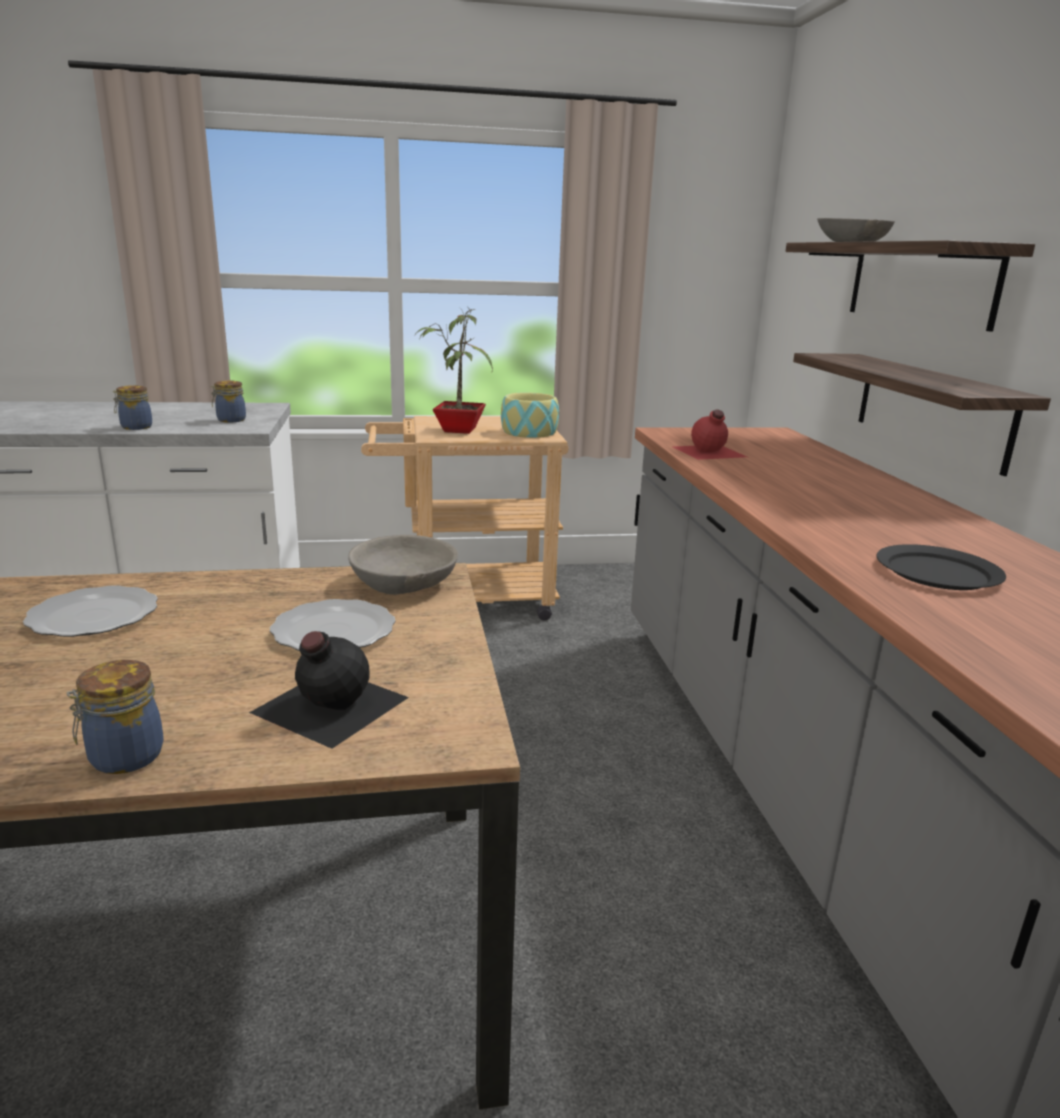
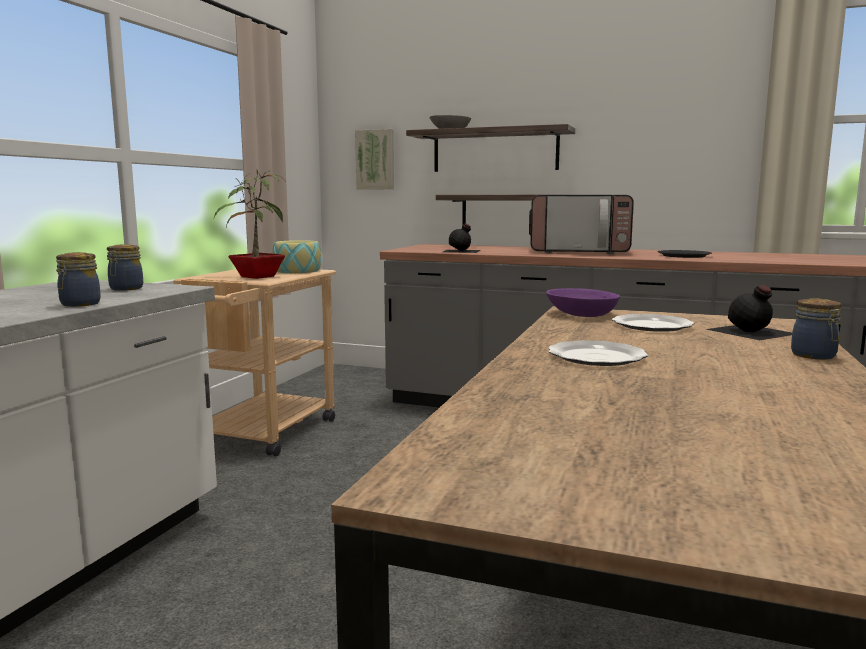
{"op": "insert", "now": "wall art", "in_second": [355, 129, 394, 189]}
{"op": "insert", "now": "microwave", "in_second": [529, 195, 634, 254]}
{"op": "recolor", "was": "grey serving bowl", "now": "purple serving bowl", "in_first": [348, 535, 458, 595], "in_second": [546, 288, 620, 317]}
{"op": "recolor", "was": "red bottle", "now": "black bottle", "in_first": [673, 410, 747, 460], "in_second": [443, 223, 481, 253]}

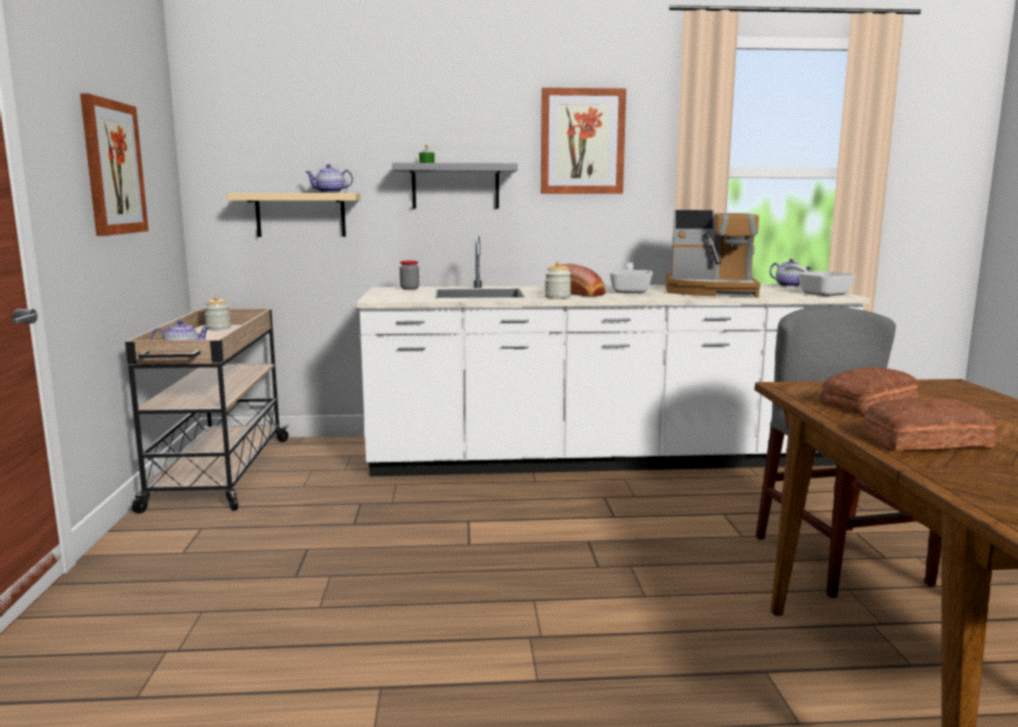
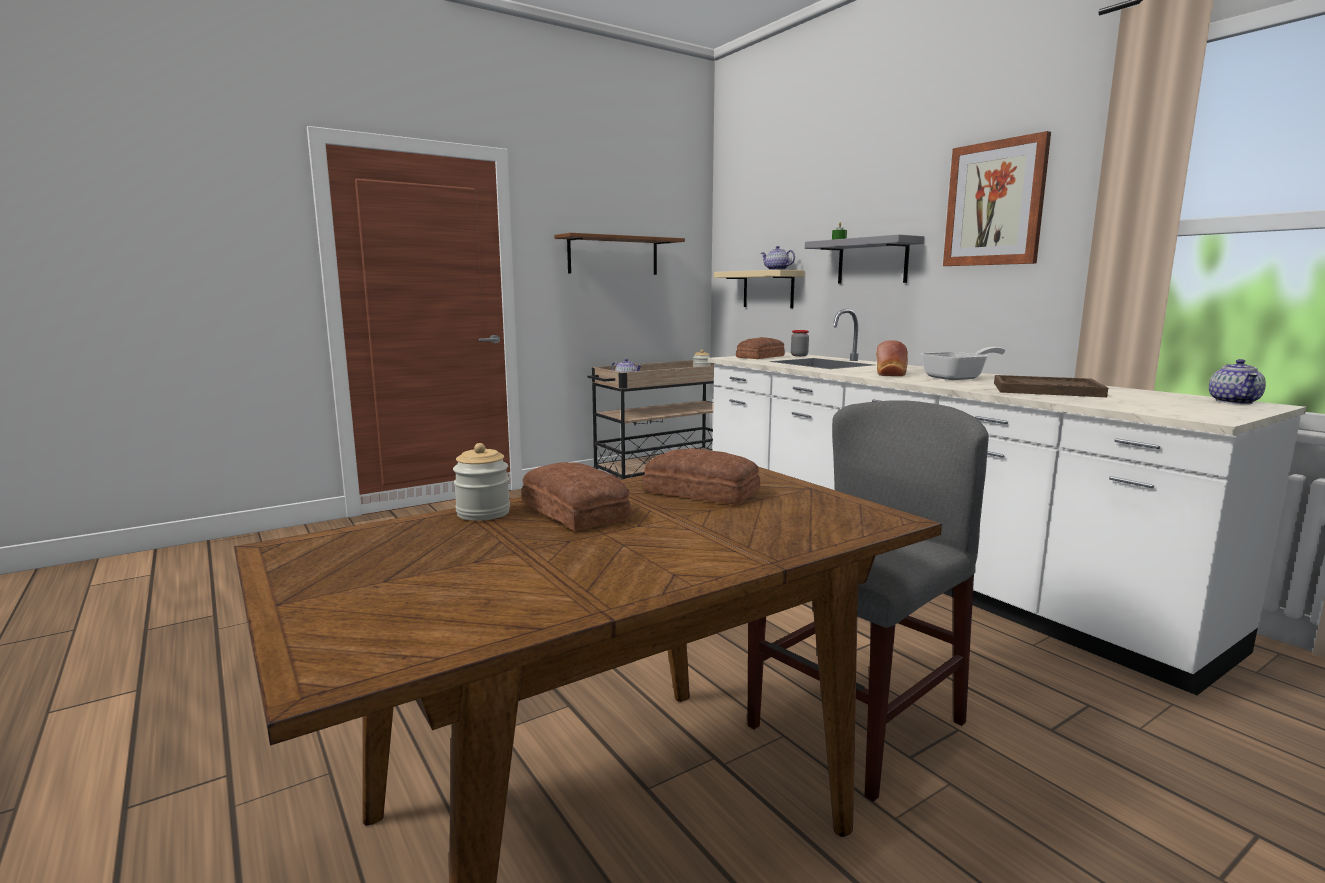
{"op": "delete", "was": "pan", "in_first": [784, 265, 856, 296]}
{"op": "insert", "now": "bakery bread", "in_second": [736, 337, 785, 359]}
{"op": "move", "was": "preserve jar", "in_first": [545, 261, 571, 299], "in_second": [453, 443, 510, 521]}
{"op": "replace", "was": "wall art", "now": "brownish wall shelf", "in_first": [80, 93, 149, 236], "in_second": [554, 233, 685, 275]}
{"op": "replace", "was": "coffee machine", "now": "brownish tray", "in_first": [666, 210, 761, 298], "in_second": [994, 375, 1108, 397]}

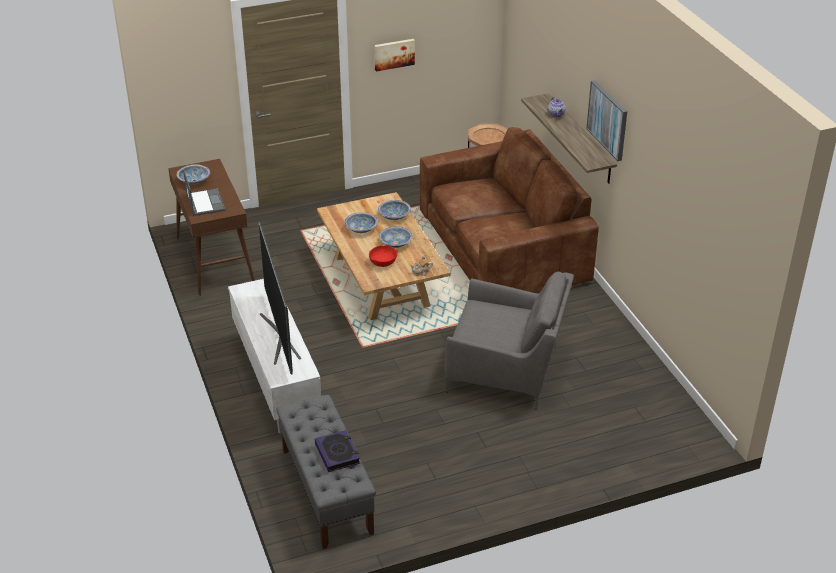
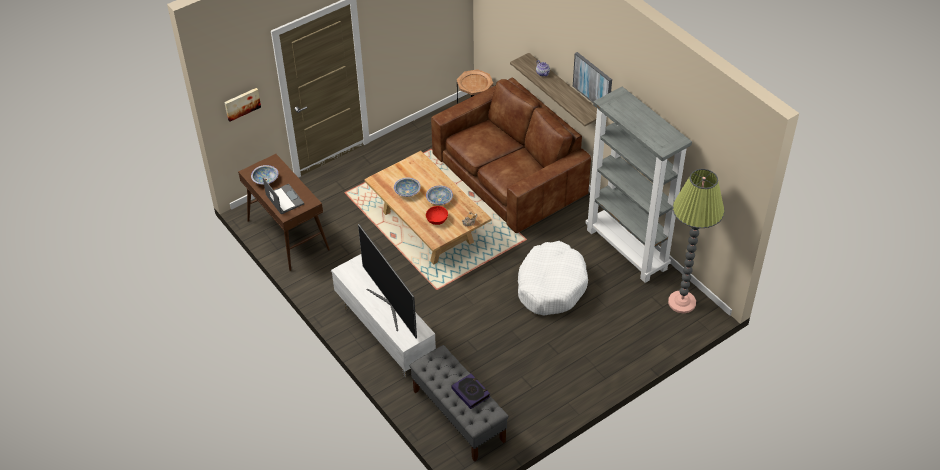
{"op": "delete", "was": "serving bowl", "in_first": [378, 200, 411, 220]}
{"op": "insert", "now": "grey bookshelf", "in_second": [586, 87, 692, 283]}
{"op": "insert", "now": "standard lamp", "in_second": [668, 169, 724, 313]}
{"op": "move", "was": "wall art", "in_first": [374, 39, 415, 71], "in_second": [224, 88, 261, 122]}
{"op": "replace", "was": "grey easy chair", "now": "white-coloured dog cushion", "in_first": [445, 272, 574, 409], "in_second": [518, 241, 588, 315]}

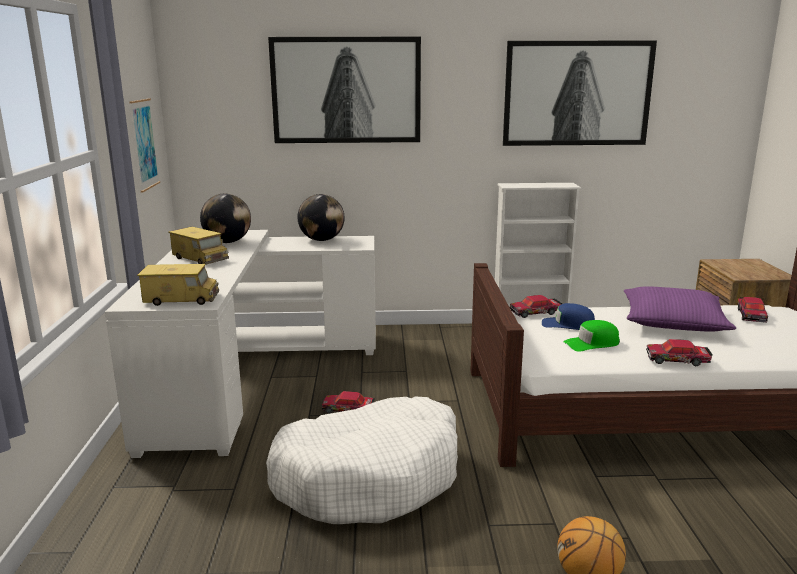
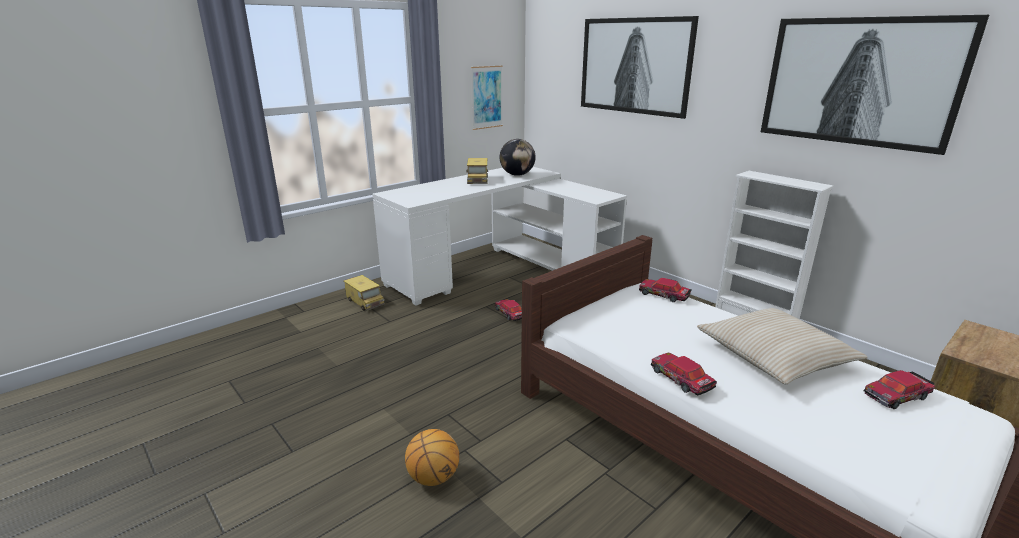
{"op": "delete", "was": "white-coloured dog cushion", "in_first": [266, 396, 458, 524]}
{"op": "delete", "was": "globe", "in_first": [298, 194, 344, 241]}
{"op": "delete", "was": "bluish peaked cap", "in_first": [542, 303, 595, 330]}
{"op": "delete", "was": "green peaked cap", "in_first": [563, 320, 620, 352]}
{"op": "move", "was": "toy lorry", "in_first": [137, 264, 219, 306], "in_second": [344, 275, 385, 311]}
{"op": "recolor", "was": "purple pillow", "now": "beige pillow", "in_first": [624, 286, 736, 332], "in_second": [697, 308, 868, 384]}

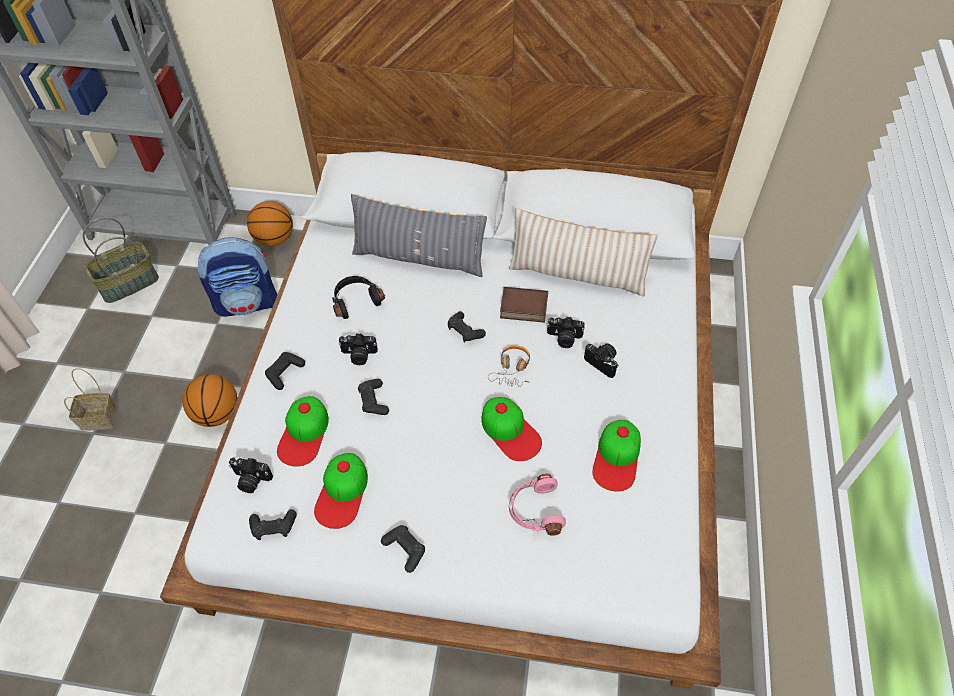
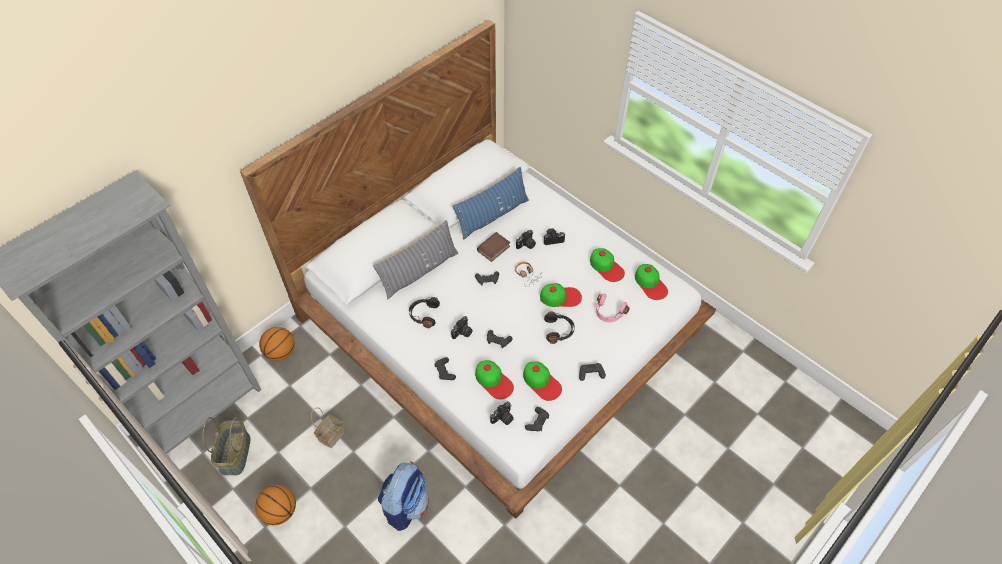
{"op": "insert", "now": "black headphones", "in_second": [544, 311, 575, 344]}
{"op": "insert", "now": "peaked cap", "in_second": [635, 264, 668, 300]}
{"op": "move", "was": "household basket", "in_first": [64, 368, 117, 431], "in_second": [311, 407, 345, 448]}
{"op": "move", "was": "basketball ball", "in_first": [182, 374, 238, 427], "in_second": [255, 485, 296, 525]}
{"op": "move", "was": "knapsack", "in_first": [198, 237, 277, 317], "in_second": [378, 462, 429, 531]}
{"op": "recolor", "was": "beige pillow", "now": "bluish pillow", "in_first": [509, 208, 658, 296], "in_second": [452, 167, 529, 240]}

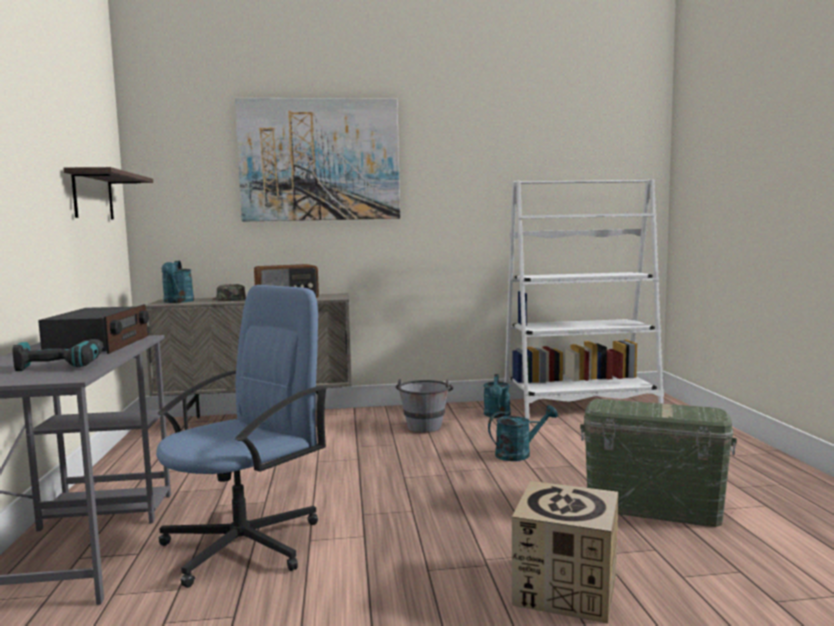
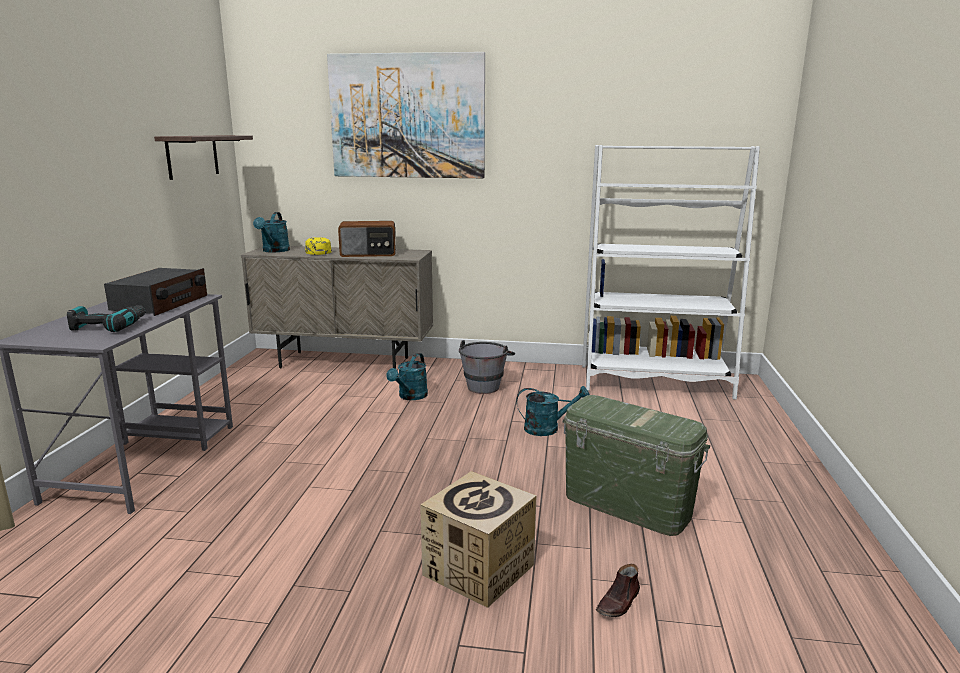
{"op": "delete", "was": "bluish computer chair", "in_first": [156, 285, 327, 588]}
{"op": "insert", "now": "brownish low shoe", "in_second": [596, 564, 640, 617]}
{"op": "move", "was": "turquoise-coloured sprinkling can", "in_first": [484, 374, 511, 418], "in_second": [386, 353, 428, 400]}
{"op": "recolor", "was": "green peaked cap", "now": "yellow peaked cap", "in_first": [212, 284, 246, 301], "in_second": [305, 237, 332, 255]}

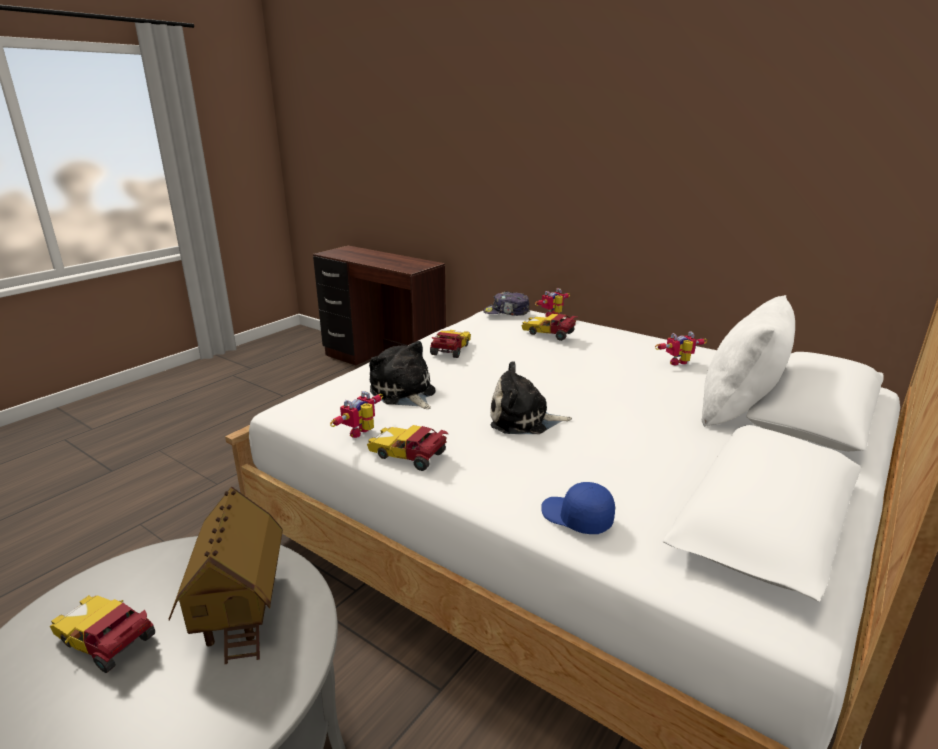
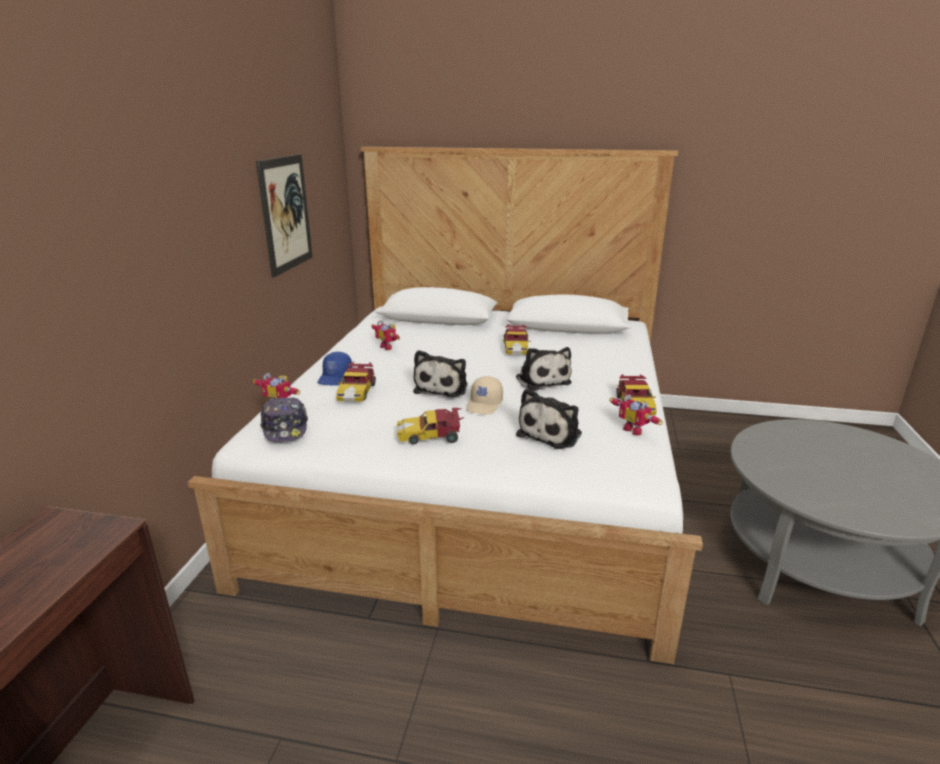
{"op": "delete", "was": "model house", "in_first": [169, 486, 283, 664]}
{"op": "delete", "was": "white-coloured pillow", "in_first": [702, 295, 795, 427]}
{"op": "insert", "now": "wall art", "in_second": [256, 154, 313, 278]}
{"op": "insert", "now": "cuddly toy", "in_second": [413, 350, 468, 398]}
{"op": "insert", "now": "beige peaked cap", "in_second": [466, 376, 503, 415]}
{"op": "move", "was": "model car", "in_first": [50, 595, 155, 673], "in_second": [502, 324, 531, 355]}
{"op": "move", "was": "bluish peaked cap", "in_first": [541, 482, 615, 534], "in_second": [317, 352, 353, 386]}
{"op": "rotate", "was": "toy robot", "in_first": [330, 391, 383, 438], "in_second": [609, 394, 663, 436], "clockwise": 45}

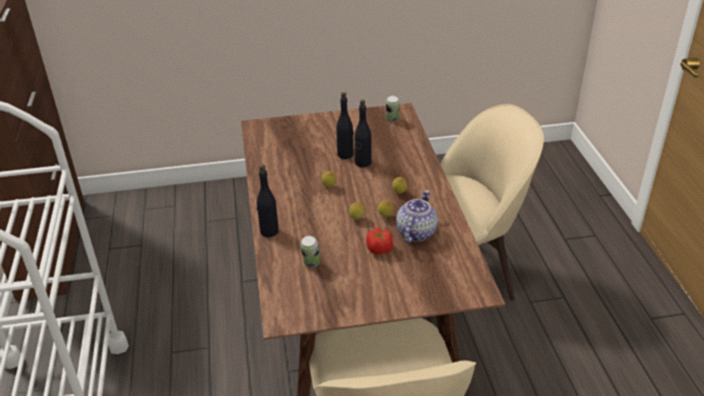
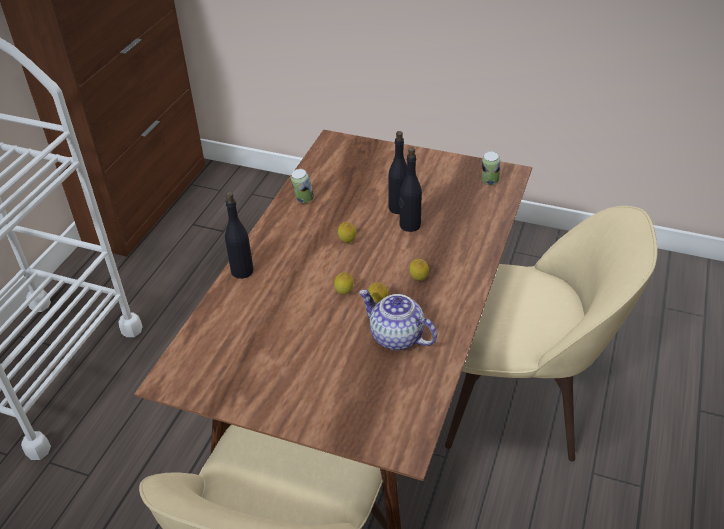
{"op": "delete", "was": "tomato", "in_first": [366, 228, 393, 254]}
{"op": "move", "was": "can", "in_first": [300, 236, 321, 267], "in_second": [291, 169, 314, 203]}
{"op": "rotate", "was": "teapot", "in_first": [396, 190, 438, 243], "in_second": [359, 290, 437, 350], "clockwise": -105}

